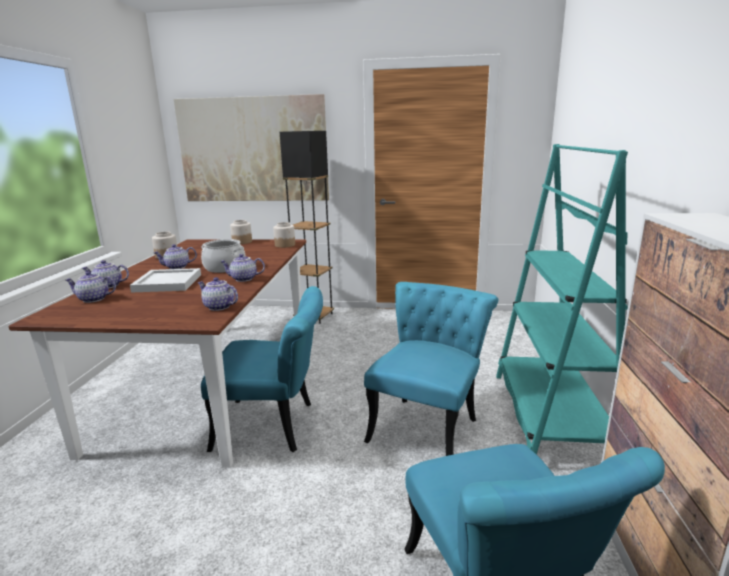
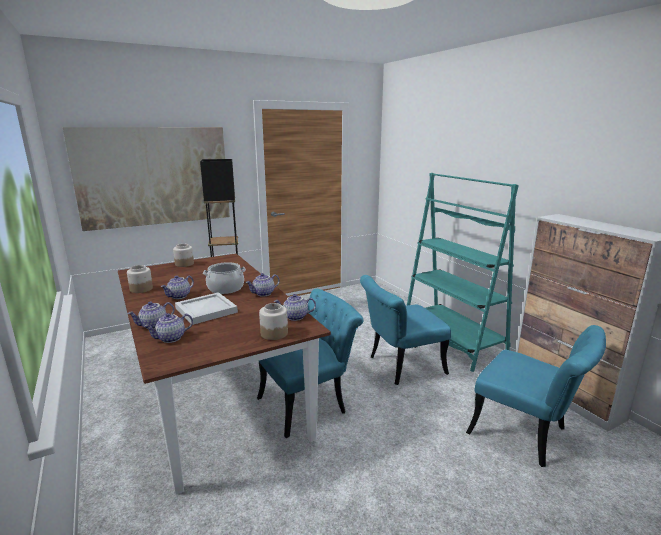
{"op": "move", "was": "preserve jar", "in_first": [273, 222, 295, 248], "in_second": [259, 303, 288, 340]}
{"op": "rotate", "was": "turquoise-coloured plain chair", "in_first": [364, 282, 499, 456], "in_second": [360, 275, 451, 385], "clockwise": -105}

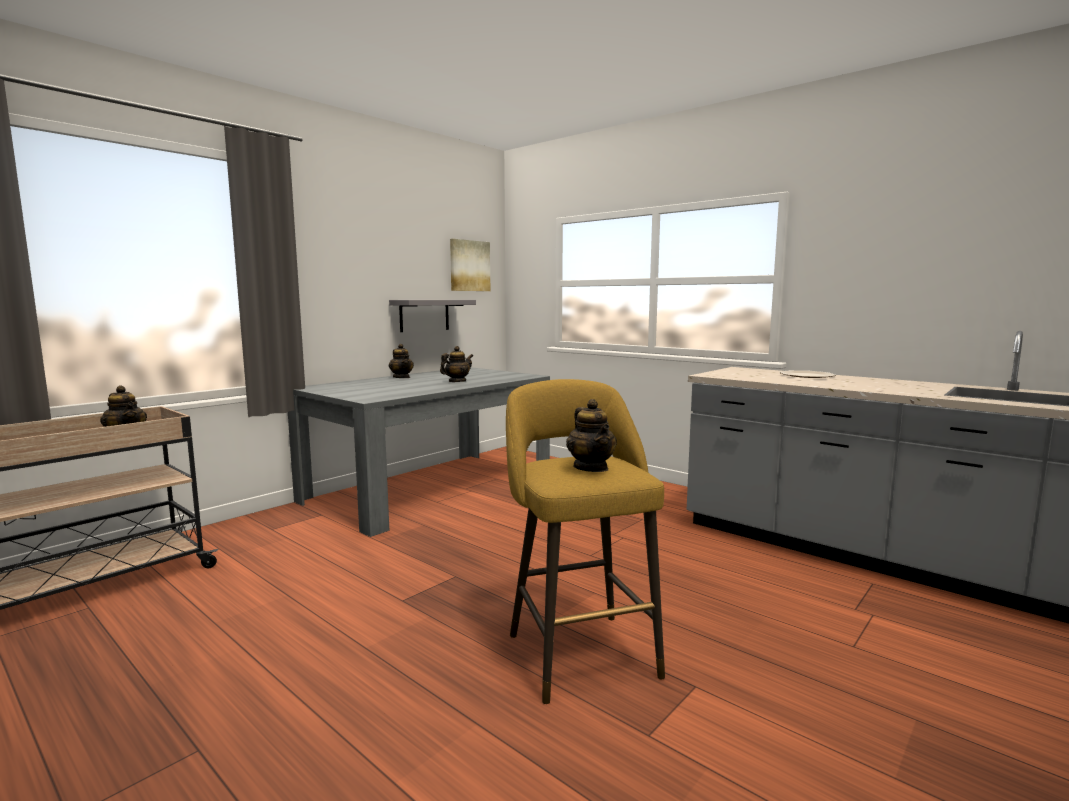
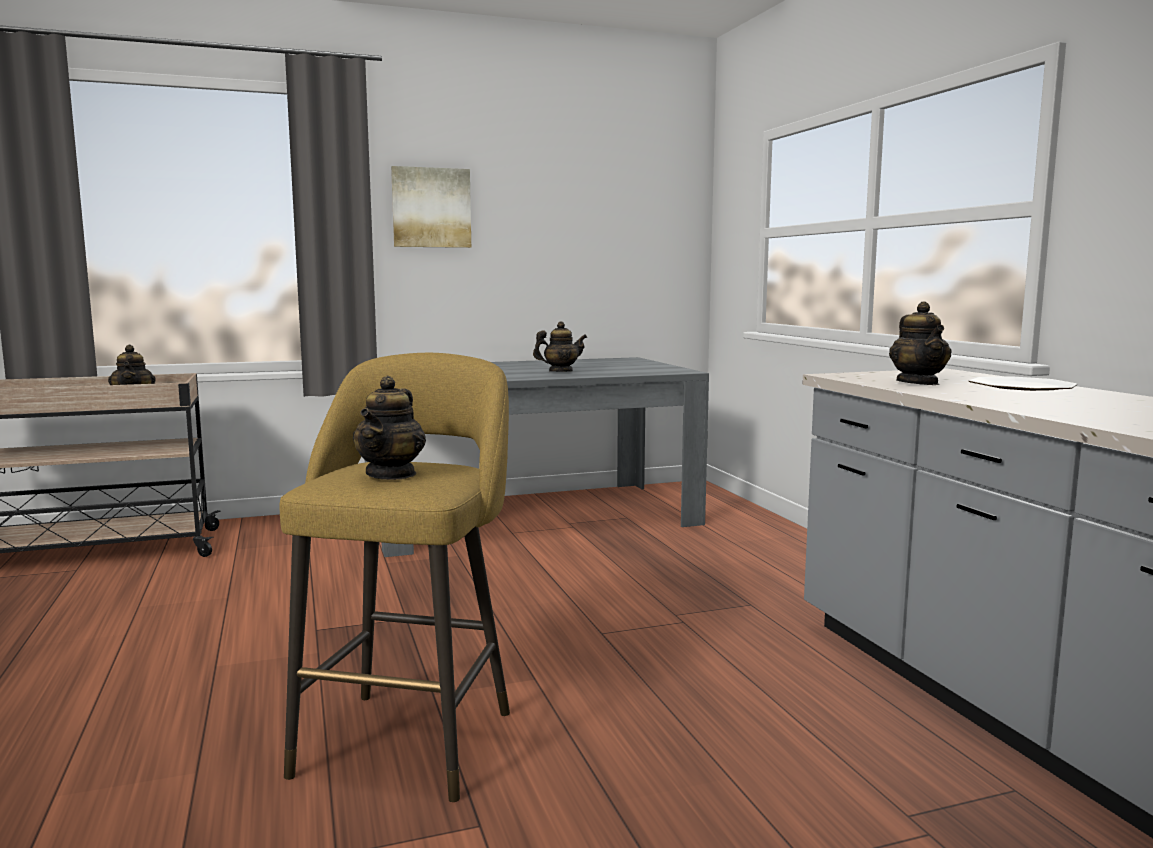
{"op": "delete", "was": "grey wall shelf", "in_first": [389, 300, 476, 332]}
{"op": "move", "was": "teapot", "in_first": [389, 344, 414, 378], "in_second": [889, 302, 952, 385]}
{"op": "move", "was": "wall art", "in_first": [450, 239, 490, 291], "in_second": [391, 166, 471, 248]}

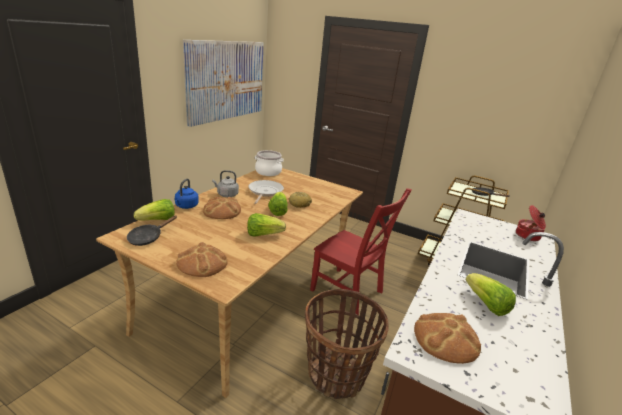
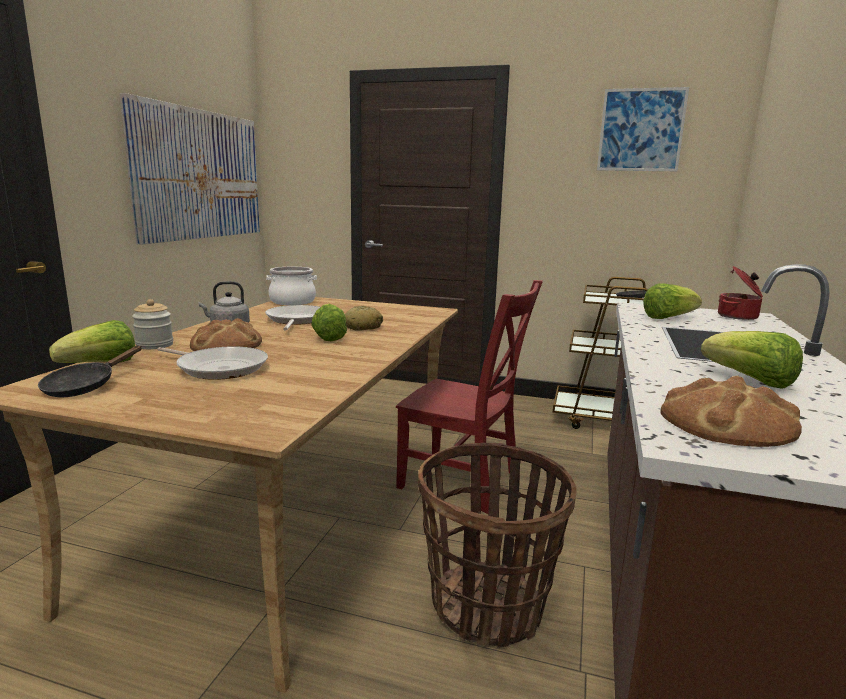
{"op": "delete", "was": "bakery bread", "in_first": [176, 242, 227, 277]}
{"op": "insert", "now": "pan", "in_second": [157, 346, 268, 380]}
{"op": "insert", "now": "wall art", "in_second": [597, 87, 689, 171]}
{"op": "move", "was": "head of lettuce", "in_first": [247, 213, 286, 237], "in_second": [643, 283, 702, 319]}
{"op": "replace", "was": "bluish water kettle", "now": "preserve jar", "in_first": [174, 179, 199, 209], "in_second": [132, 299, 173, 349]}

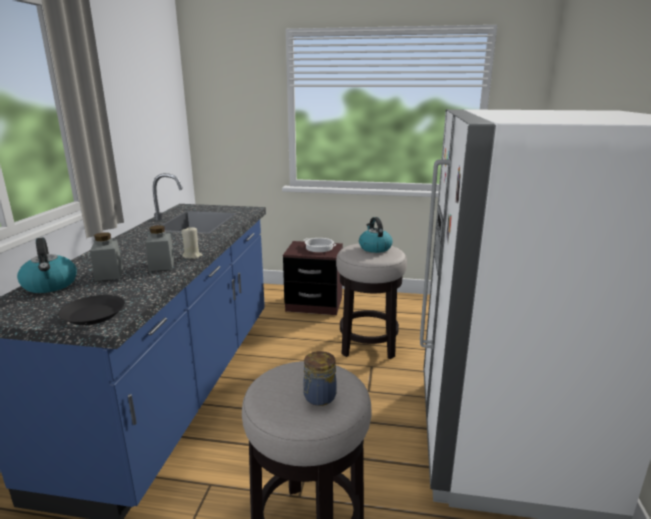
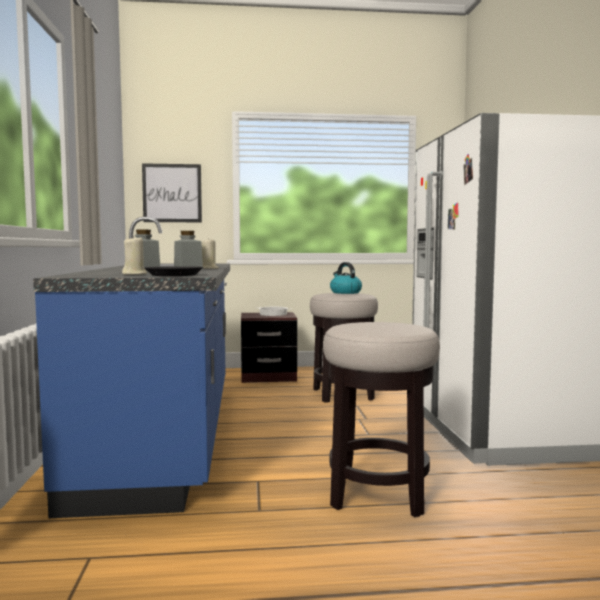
{"op": "delete", "was": "water kettle", "in_first": [17, 237, 77, 293]}
{"op": "delete", "was": "preserve jar", "in_first": [303, 351, 337, 406]}
{"op": "insert", "now": "beige wax candle", "in_second": [122, 235, 147, 275]}
{"op": "insert", "now": "wall art", "in_second": [142, 163, 202, 222]}

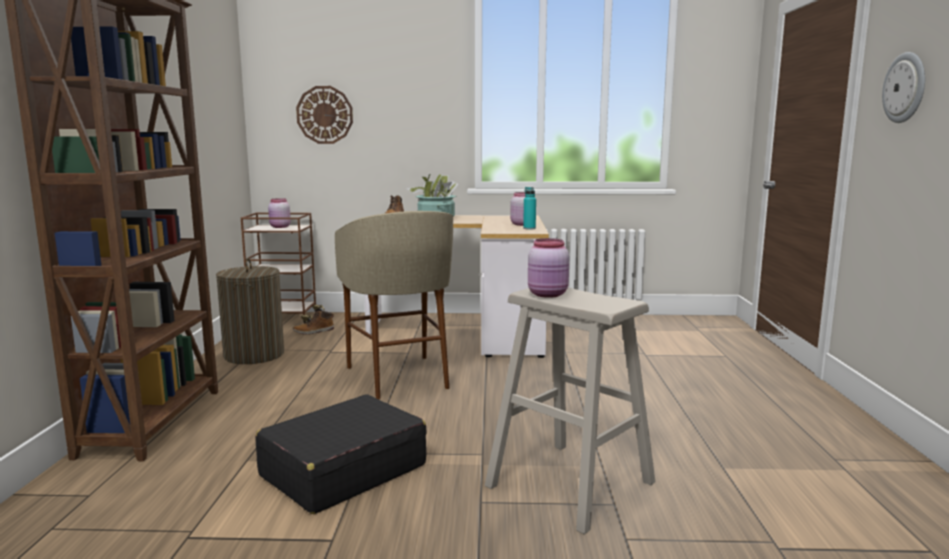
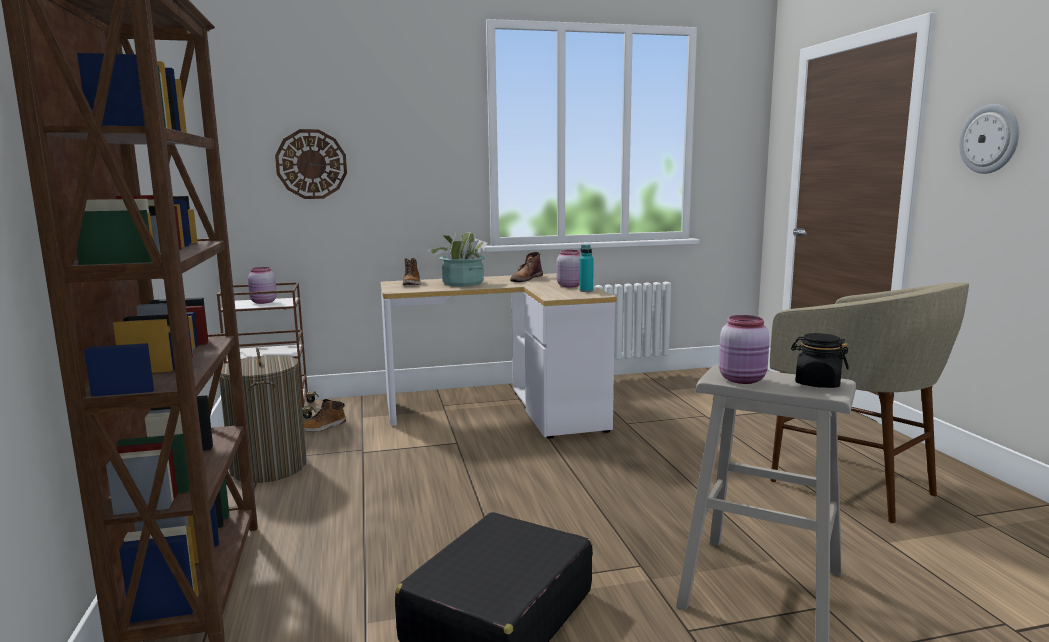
{"op": "insert", "now": "brownish boot", "in_second": [510, 252, 543, 282]}
{"op": "insert", "now": "black preserve jar", "in_second": [791, 333, 849, 388]}
{"op": "move", "was": "beige sitting stool", "in_first": [335, 211, 453, 399], "in_second": [770, 282, 969, 523]}

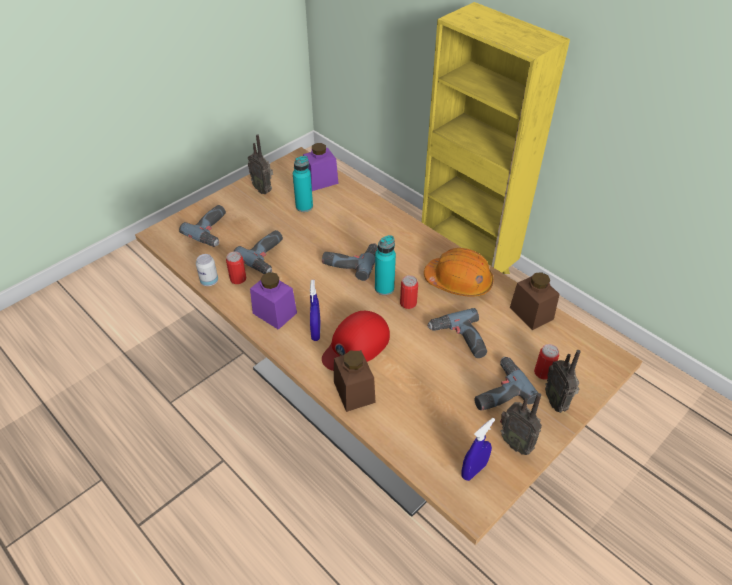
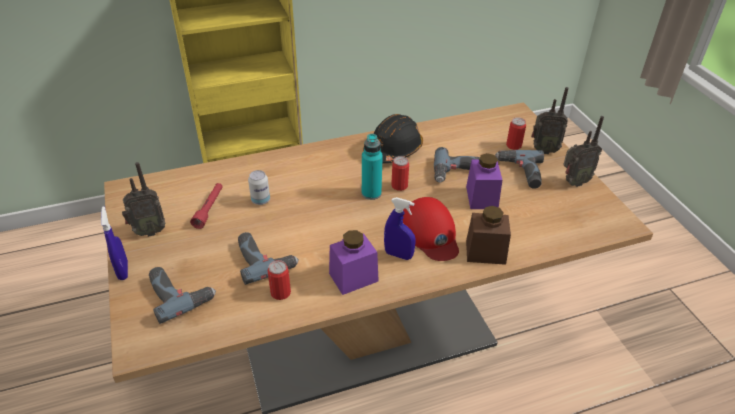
{"op": "delete", "was": "power drill", "in_first": [322, 243, 378, 281]}
{"op": "delete", "was": "brownish preserve jar", "in_first": [510, 272, 560, 330]}
{"op": "move", "was": "can", "in_first": [196, 254, 218, 286], "in_second": [248, 170, 270, 205]}
{"op": "move", "was": "purple preserve jar", "in_first": [303, 143, 339, 191], "in_second": [466, 153, 502, 209]}
{"op": "move", "was": "bluish hand sprayer", "in_first": [461, 418, 495, 481], "in_second": [101, 206, 128, 280]}
{"op": "replace", "was": "turquoise-coloured bottle", "now": "red hand torch", "in_first": [293, 156, 313, 212], "in_second": [190, 183, 223, 229]}
{"op": "recolor", "was": "orange-coloured safety helmet", "now": "black safety helmet", "in_first": [424, 248, 494, 297], "in_second": [363, 114, 423, 163]}

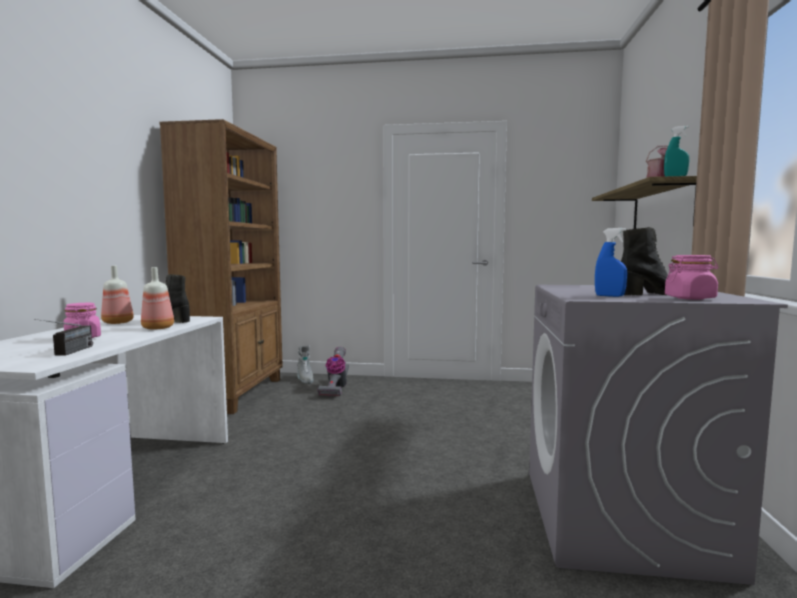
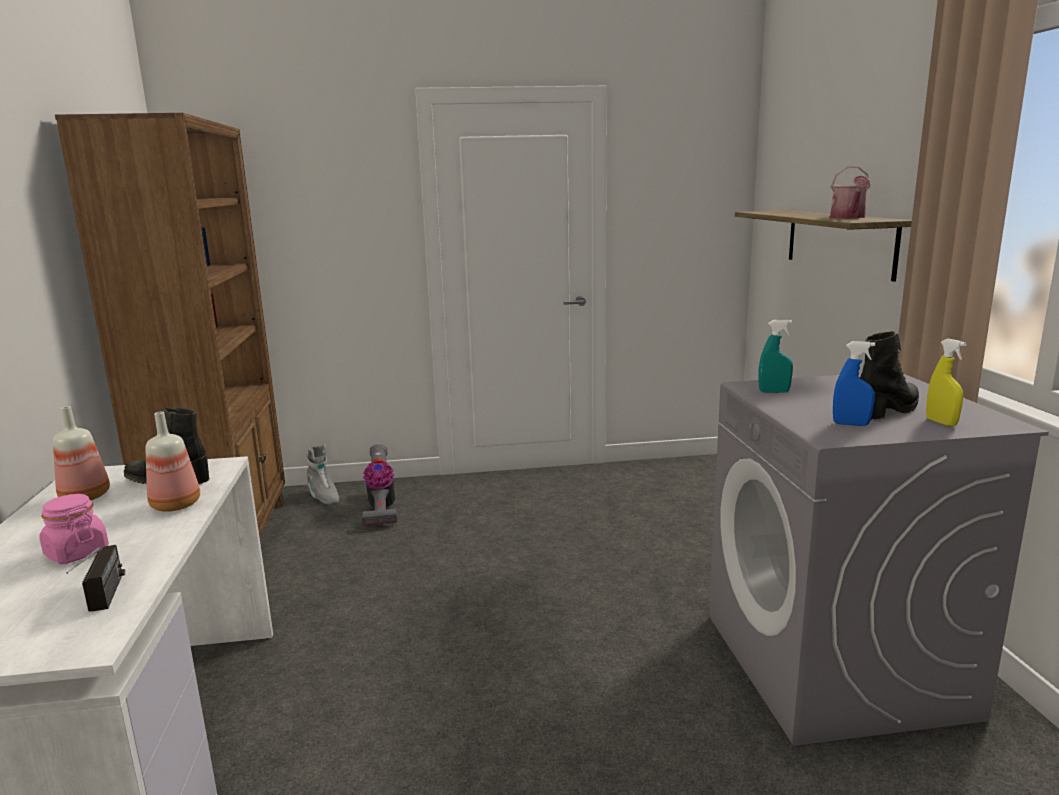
{"op": "move", "was": "turquoise-coloured hand sprayer", "in_first": [664, 126, 690, 176], "in_second": [758, 320, 793, 393]}
{"op": "replace", "was": "pinkish preserve jar", "now": "yellow hand sprayer", "in_first": [665, 255, 718, 300], "in_second": [926, 339, 967, 426]}

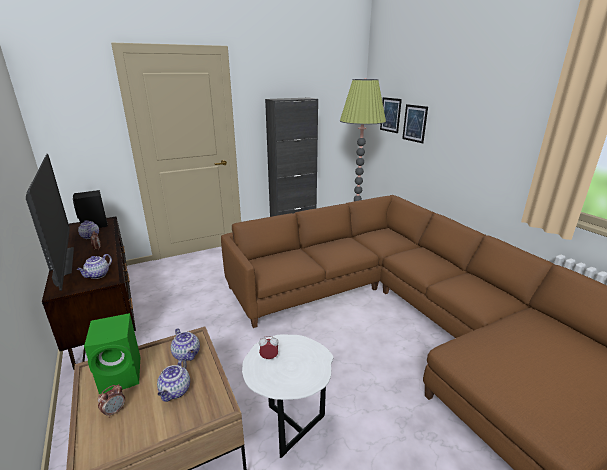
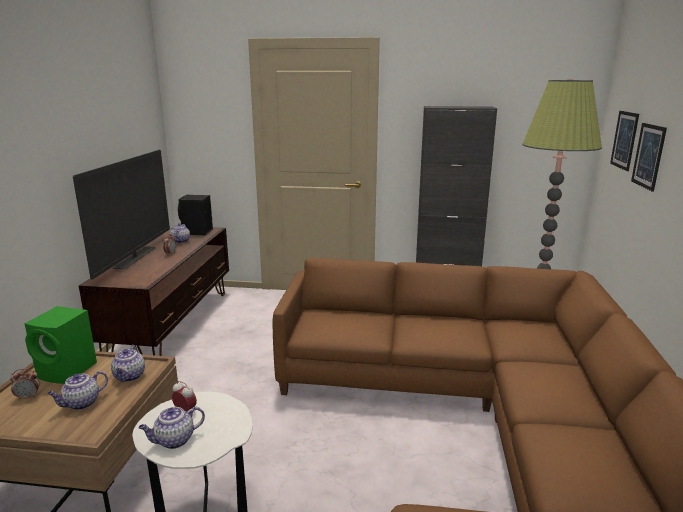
{"op": "move", "was": "teapot", "in_first": [77, 254, 112, 279], "in_second": [138, 407, 205, 449]}

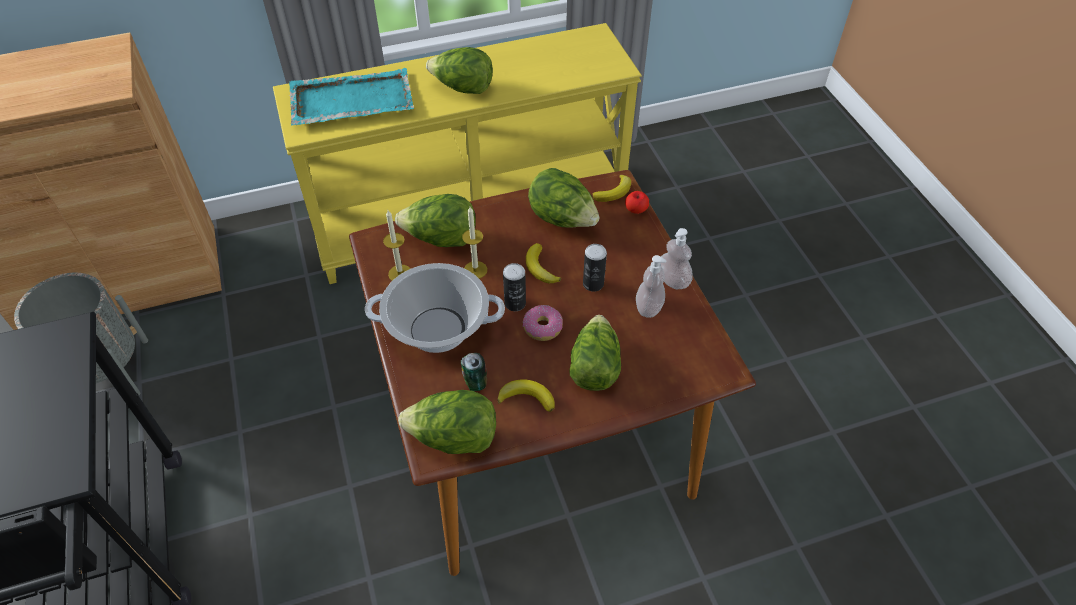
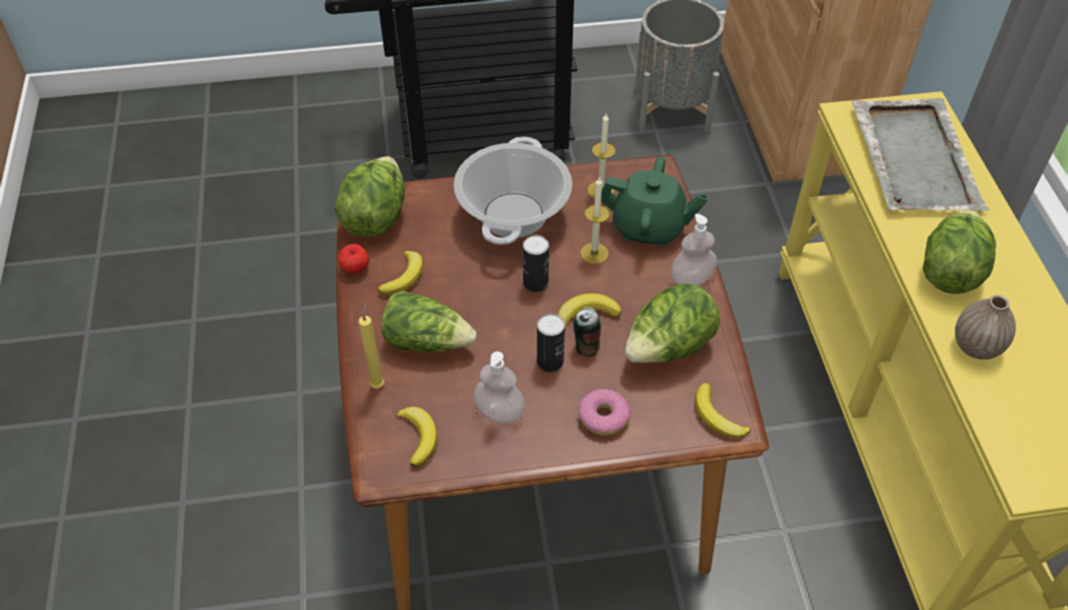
{"op": "insert", "now": "yellow wax candle", "in_second": [359, 302, 384, 388]}
{"op": "insert", "now": "banana fruit", "in_second": [396, 407, 438, 467]}
{"op": "insert", "now": "decorative vase", "in_second": [955, 295, 1016, 360]}
{"op": "move", "was": "can", "in_first": [461, 353, 487, 391], "in_second": [573, 307, 601, 357]}
{"op": "move", "was": "doughnut", "in_first": [523, 305, 563, 341], "in_second": [578, 388, 631, 436]}
{"op": "move", "was": "apple fruit", "in_first": [625, 191, 649, 214], "in_second": [338, 244, 369, 274]}
{"op": "move", "was": "liquid soap bottle", "in_first": [661, 228, 693, 289], "in_second": [670, 214, 717, 286]}
{"op": "replace", "was": "head of lettuce", "now": "green teapot", "in_first": [395, 194, 476, 247], "in_second": [601, 156, 708, 247]}
{"op": "recolor", "was": "turquoise-coloured tray", "now": "grey tray", "in_first": [289, 68, 414, 125], "in_second": [852, 98, 989, 211]}

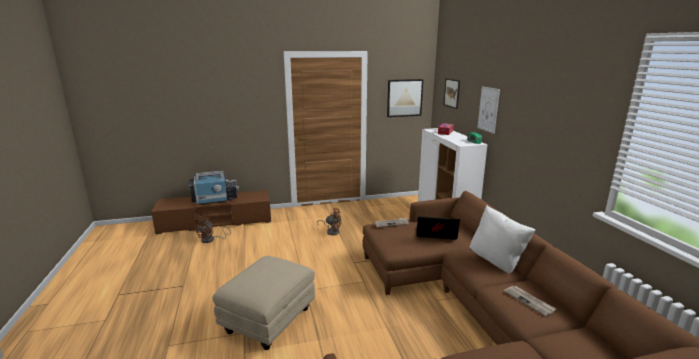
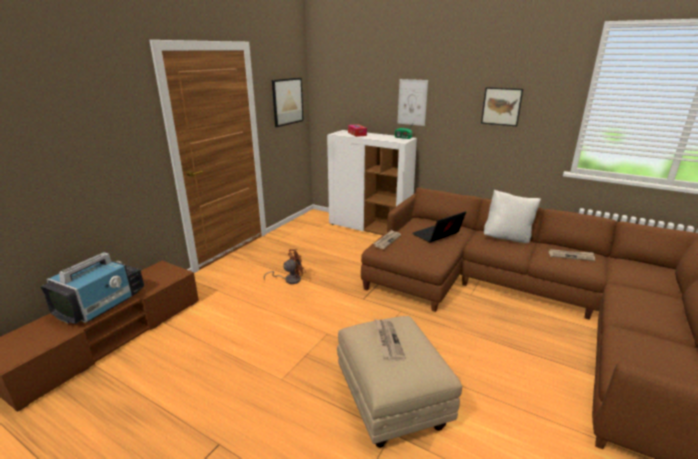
{"op": "delete", "was": "brownish cooling fan", "in_first": [193, 216, 231, 243]}
{"op": "insert", "now": "printed paper", "in_second": [375, 319, 406, 361]}
{"op": "move", "was": "wall art", "in_first": [444, 79, 460, 109], "in_second": [481, 87, 523, 126]}

